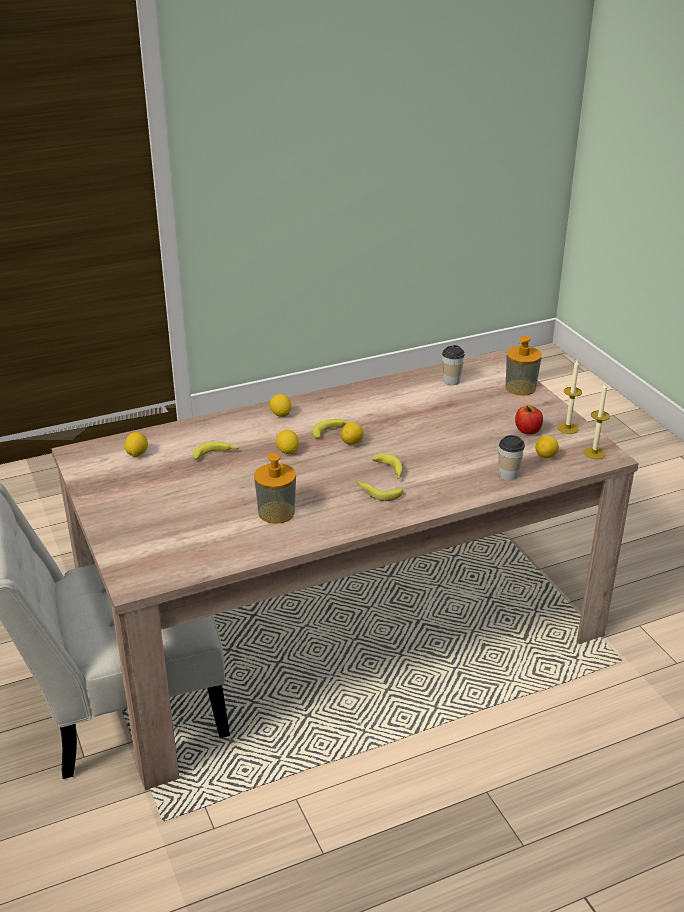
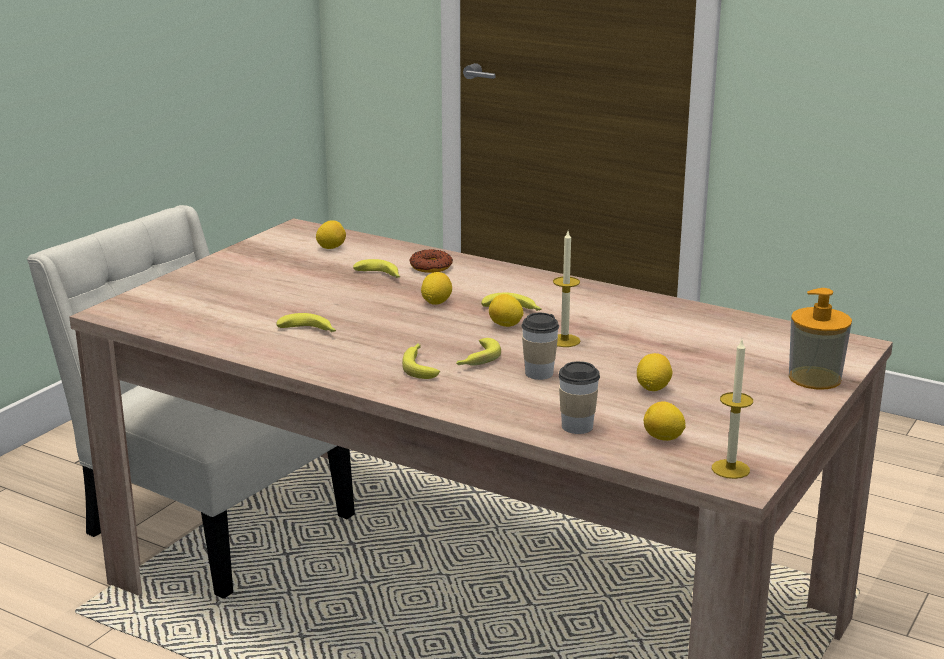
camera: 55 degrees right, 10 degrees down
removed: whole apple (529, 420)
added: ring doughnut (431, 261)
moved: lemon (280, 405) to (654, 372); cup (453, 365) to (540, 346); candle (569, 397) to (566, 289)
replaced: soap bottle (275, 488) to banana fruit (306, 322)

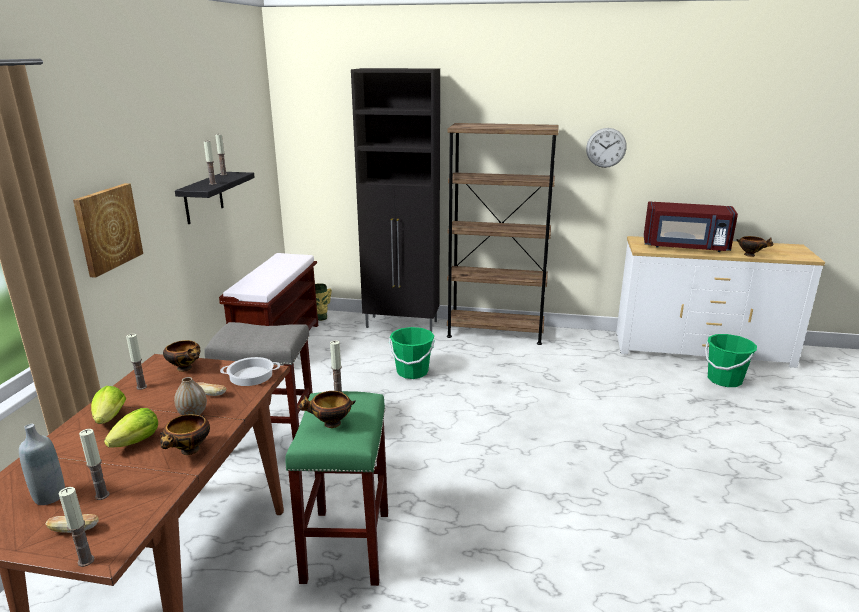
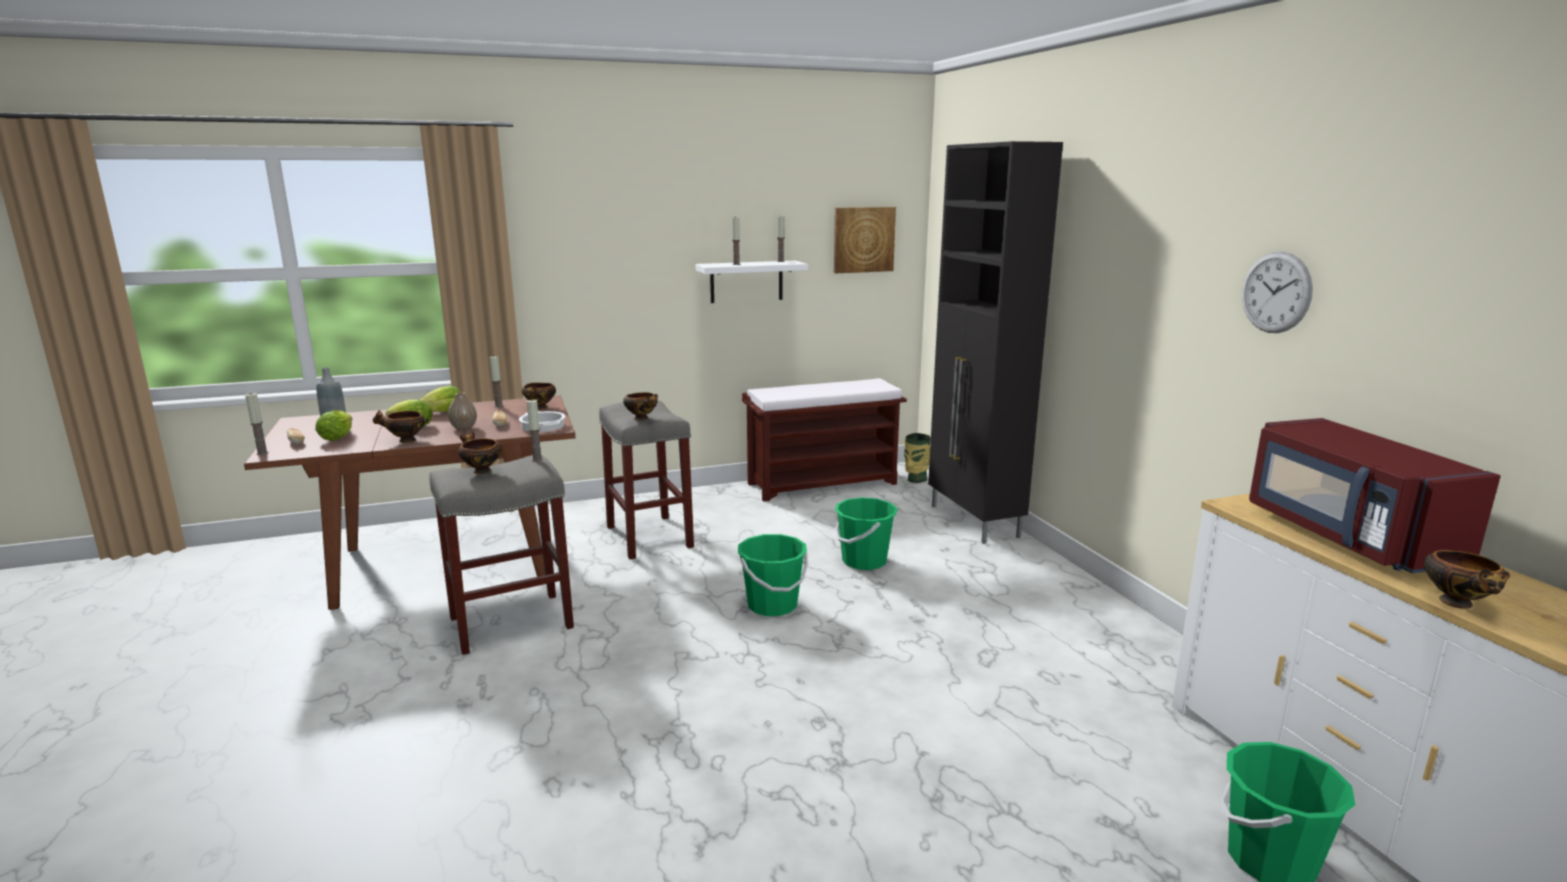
camera: 60 degrees right, 5 degrees down
removed: brown-coloured bookshelf (503, 234)
added: serving bowl (640, 406); greenish pail (773, 575)
moved: picture (108, 230) to (865, 240)
replaced: candle (94, 464) to lettuce (333, 425)
recoloured: blackish bracket shelf (215, 198) to white bracket shelf (752, 282); greenish stool (336, 488) to greyish stool (501, 555)

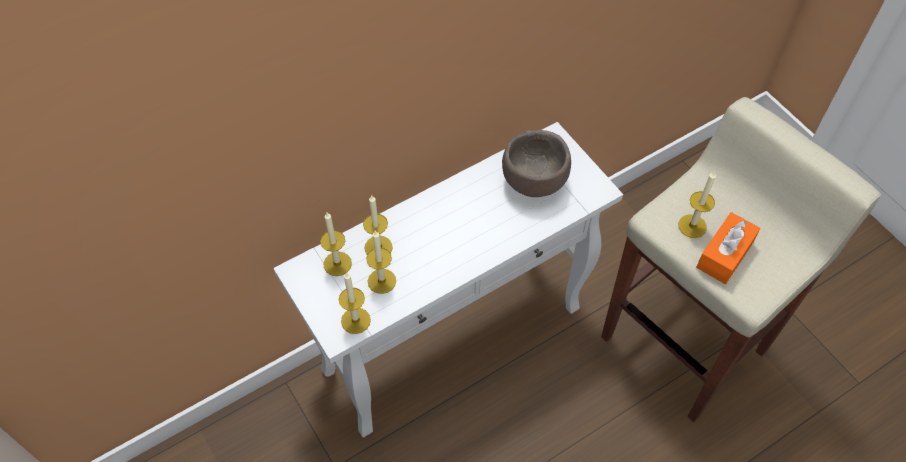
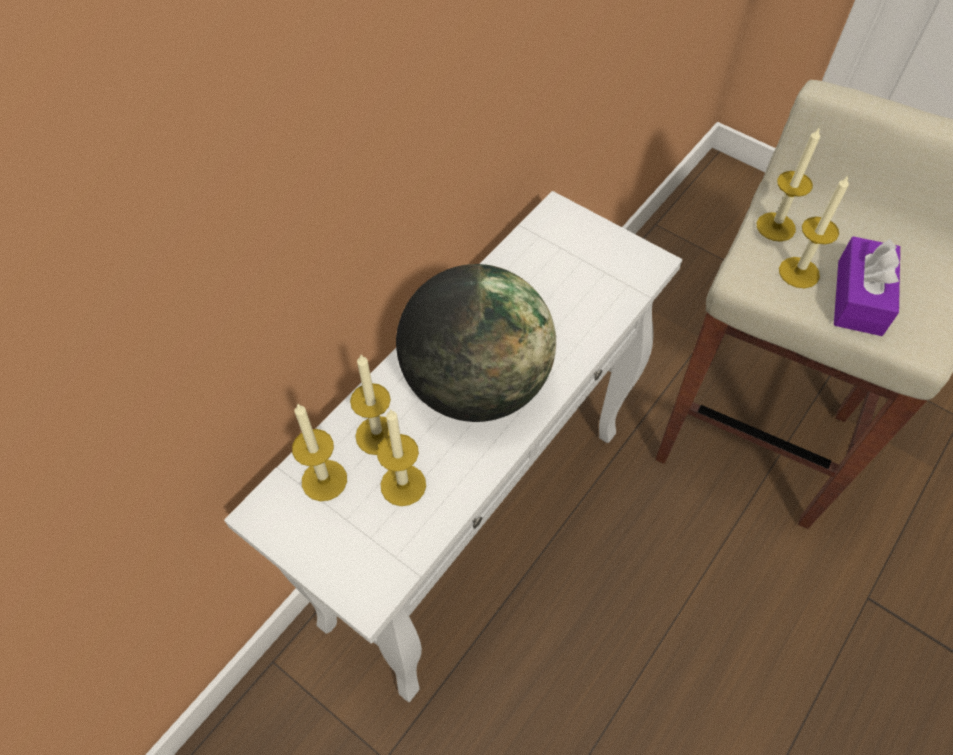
camera: 20 degrees left, 0 degrees up
removed: brown-coloured serving bowl (536, 163)
added: world globe (476, 343)
moved: candle (355, 303) to (788, 184)
recoloured: orangey box of tissues (728, 248) to purple-coloured box of tissues (867, 286)

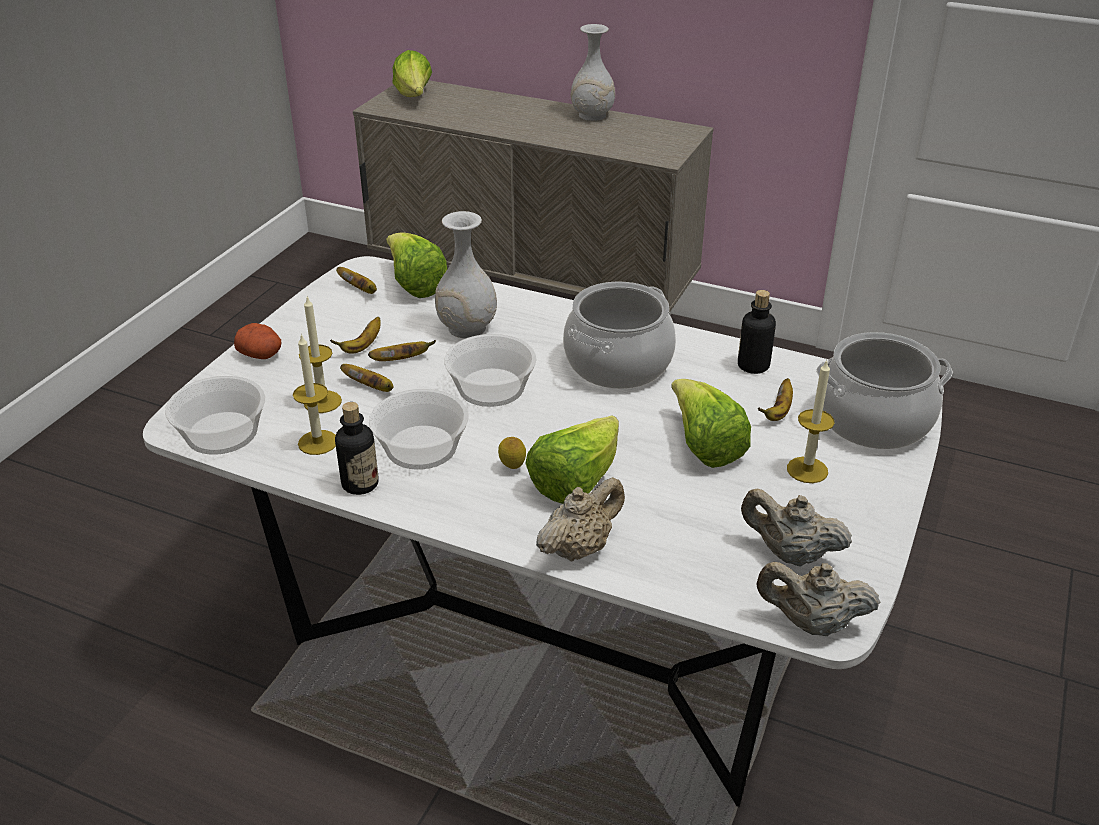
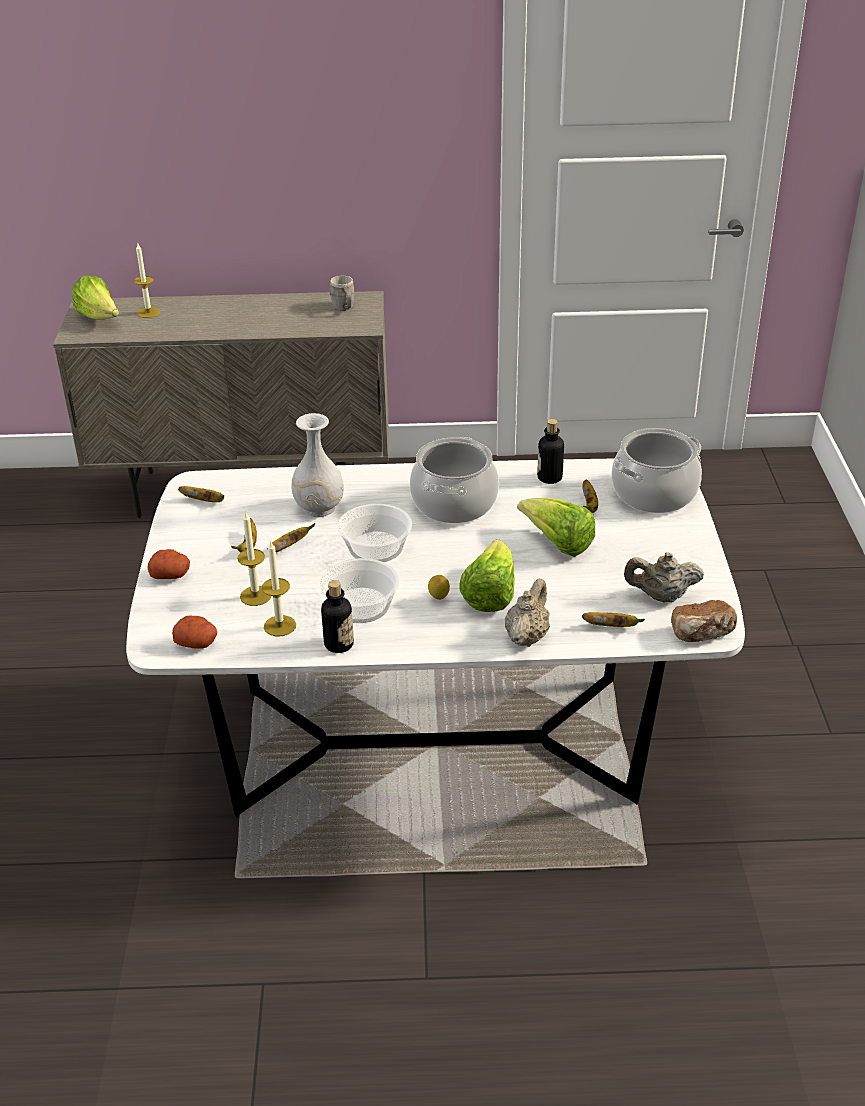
camera: 25 degrees left, 0 degrees up
removed: lettuce (416, 265); white flower vase (592, 72)
added: greyish coffee mug (341, 293)
moved: banana fruit (366, 378) to (613, 619); candle (811, 421) to (147, 281)
replaced: serving bowl (215, 415) to potato (194, 632); beige-coloured teapot (818, 599) to baked bread (704, 621)

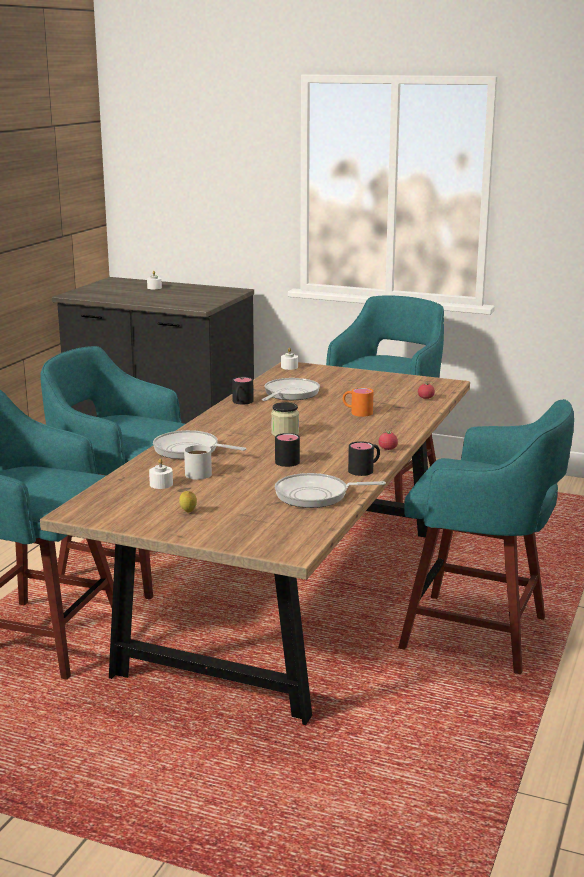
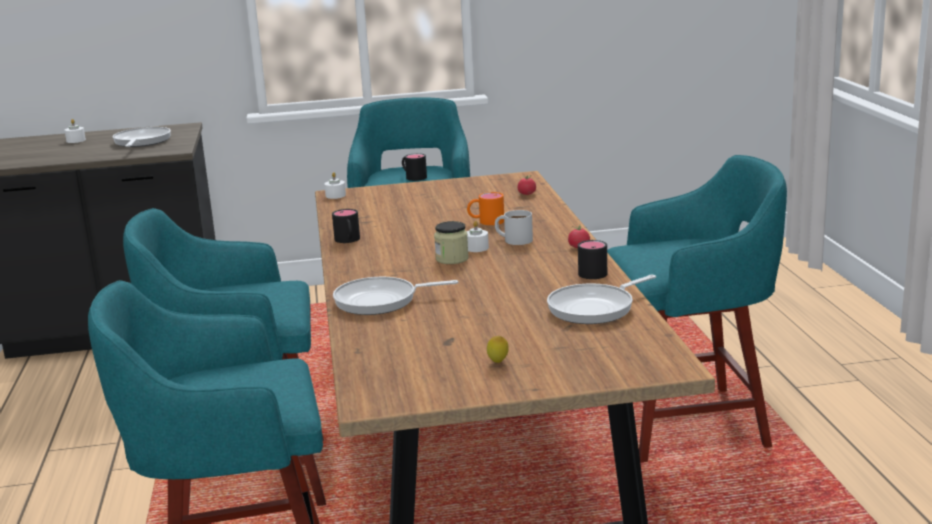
camera: 30 degrees left, 0 degrees up
moved: white candle (161, 473) to (478, 236); white coffee mug (198, 462) to (514, 227); frying pan (291, 389) to (141, 137); blackish coffee mug (287, 450) to (414, 167)

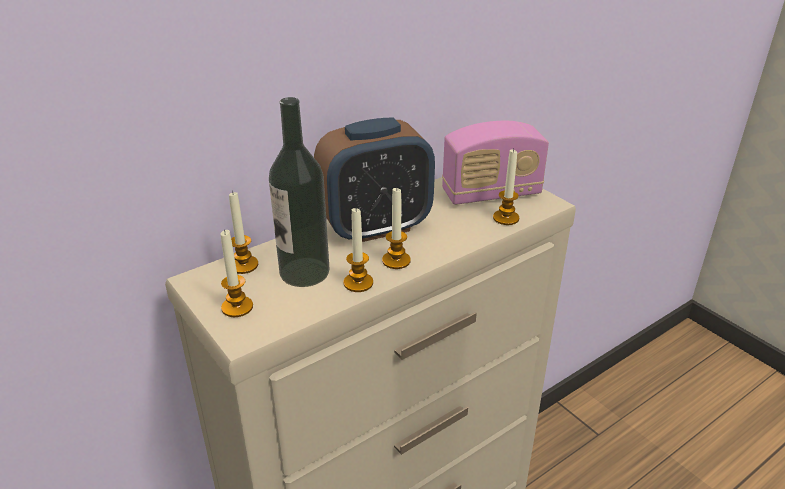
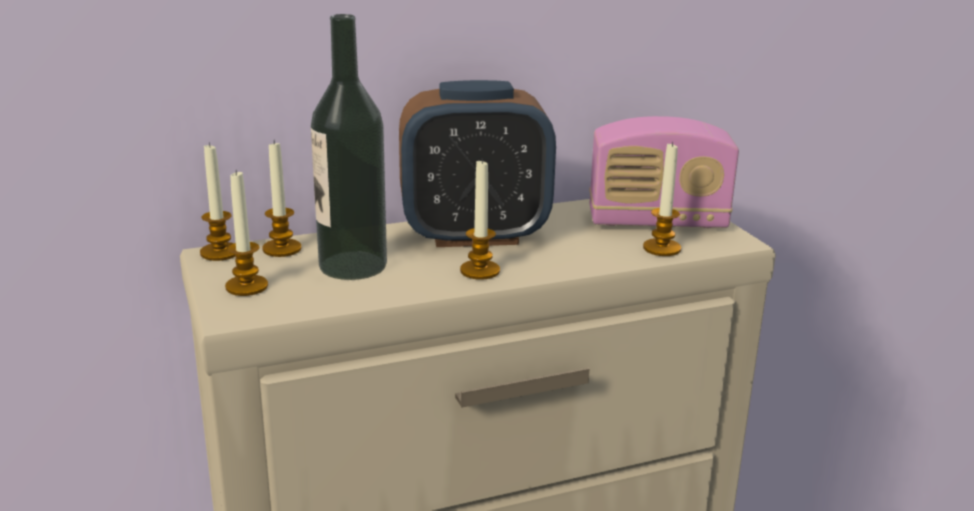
camera: 15 degrees right, 10 degrees down
moved: candle (358, 250) to (217, 201)

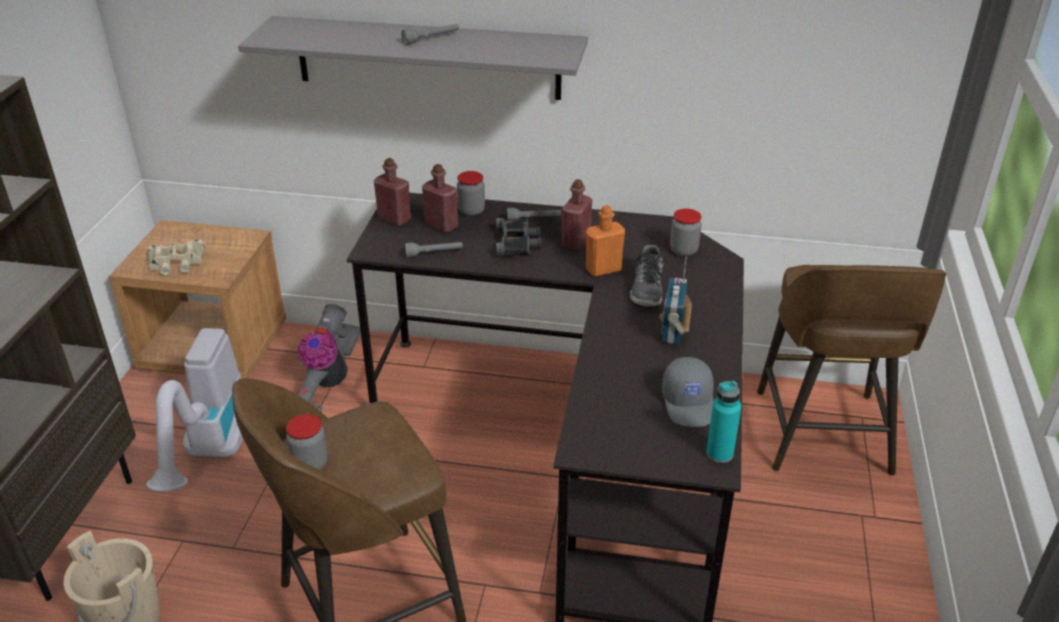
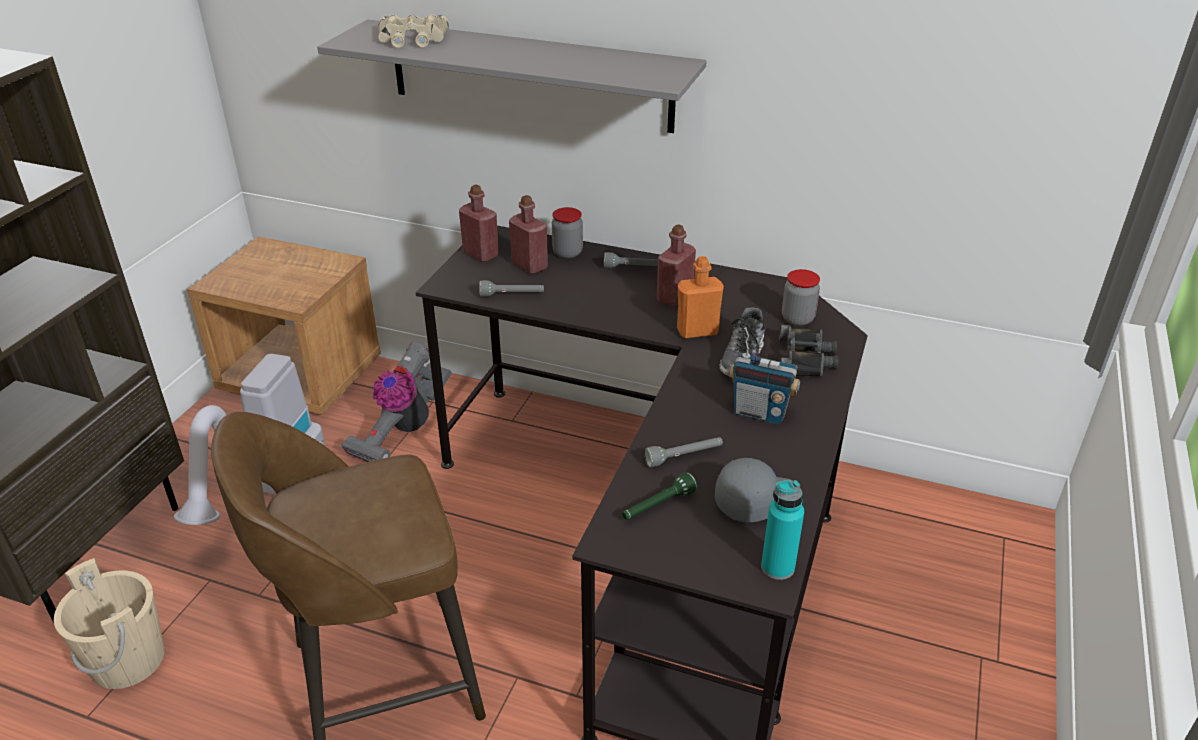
camera: 10 degrees right, 0 degrees up
removed: jar (307, 442); brown-coloured stool (851, 370)
added: greenish flashlight (659, 496)
moved: beige-coloured pair of binoculars (176, 257) to (413, 31); greyish flashlight (430, 34) to (683, 452); blackish pair of binoculars (518, 237) to (809, 351)
turned: radio receiver (675, 300) = (764, 375) 90 degrees counterclockwise; greyish cap (688, 392) = (754, 490) 120 degrees counterclockwise

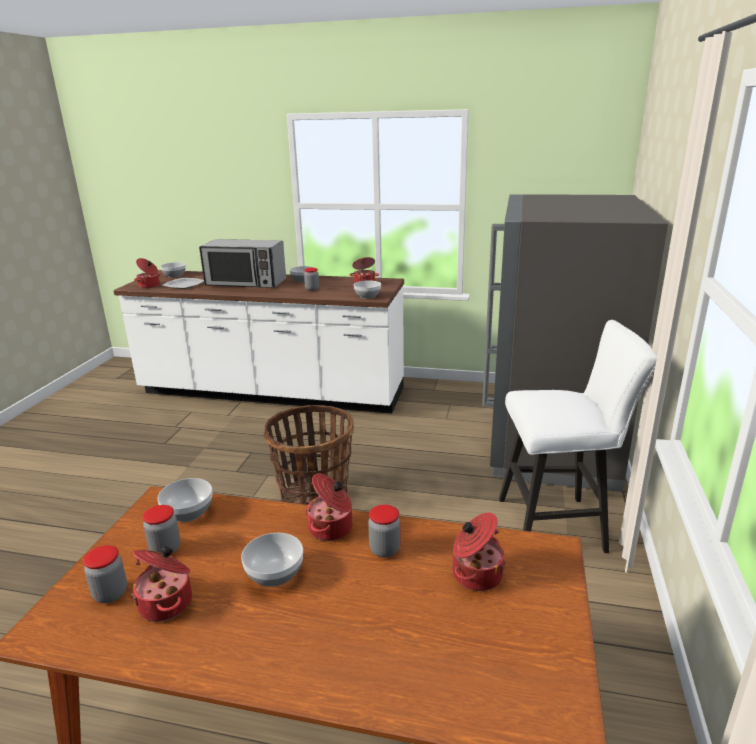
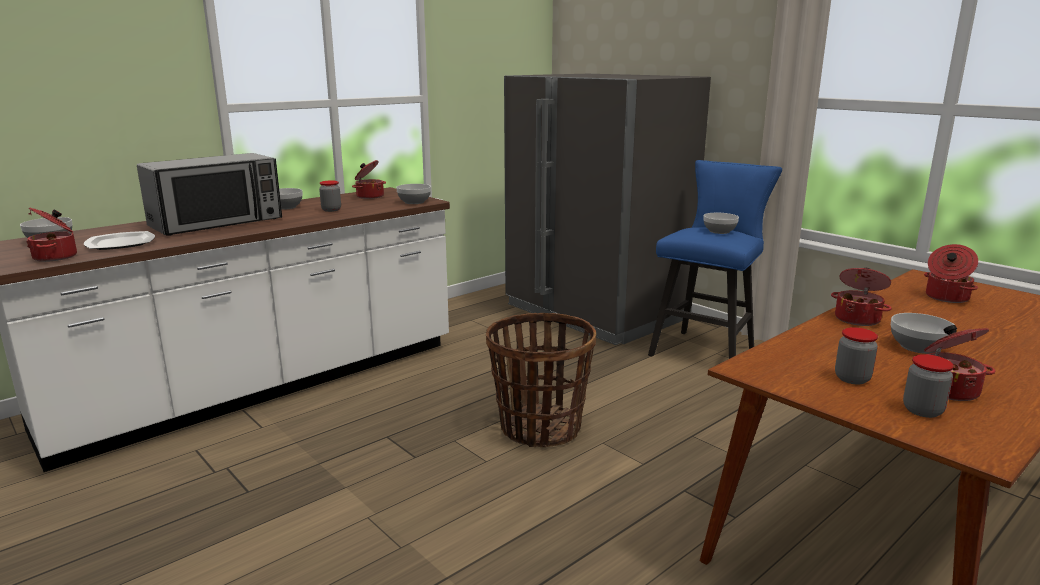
camera: 55 degrees left, 5 degrees down
removed: jar (384, 531)
moved: serving bowl (184, 500) to (721, 223)
recoloured: white stool (578, 436) to bluish stool (715, 259)

